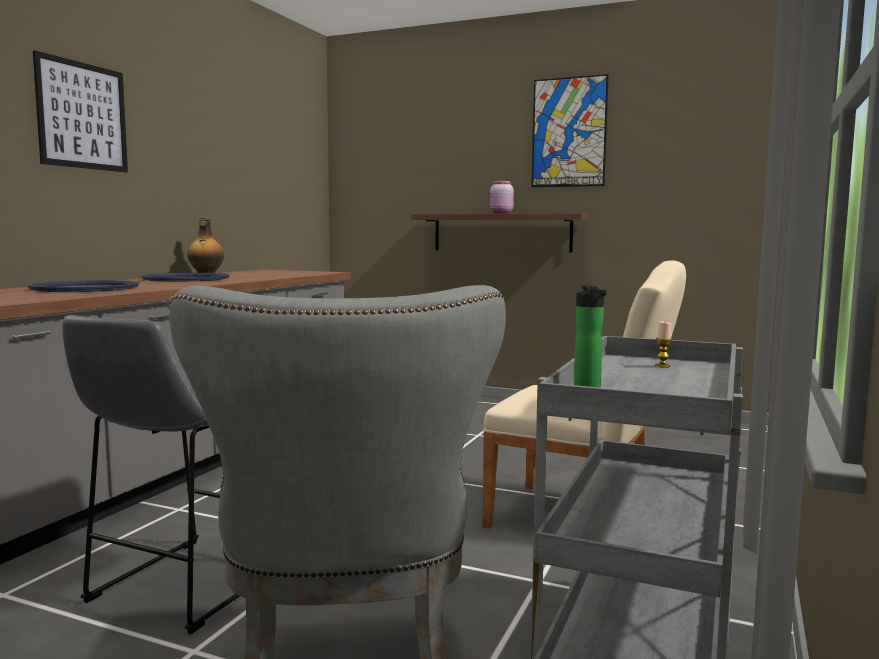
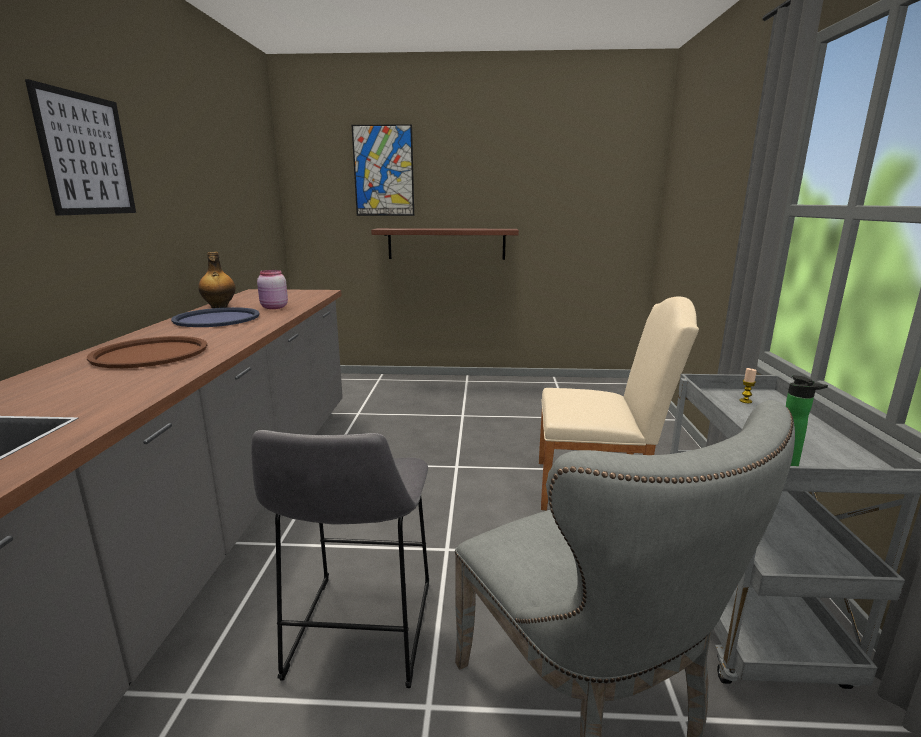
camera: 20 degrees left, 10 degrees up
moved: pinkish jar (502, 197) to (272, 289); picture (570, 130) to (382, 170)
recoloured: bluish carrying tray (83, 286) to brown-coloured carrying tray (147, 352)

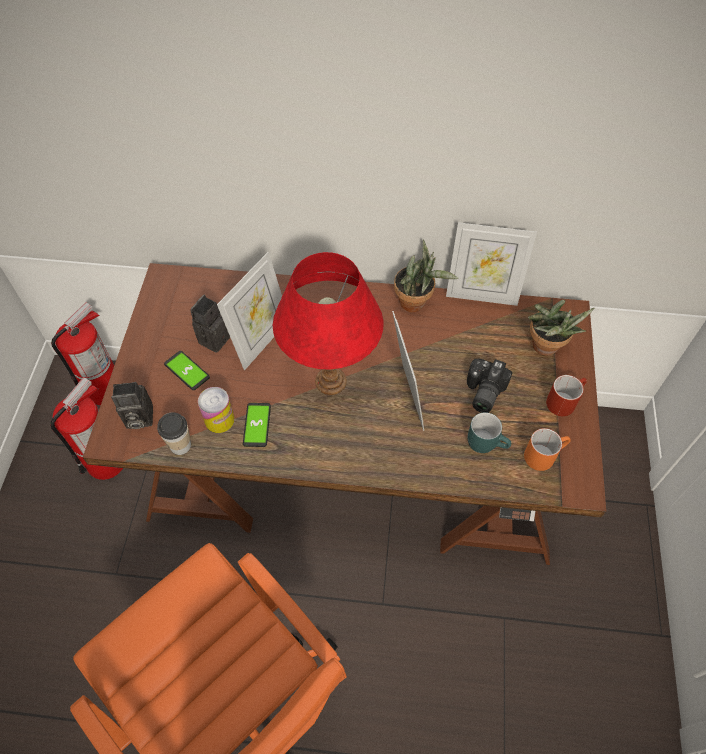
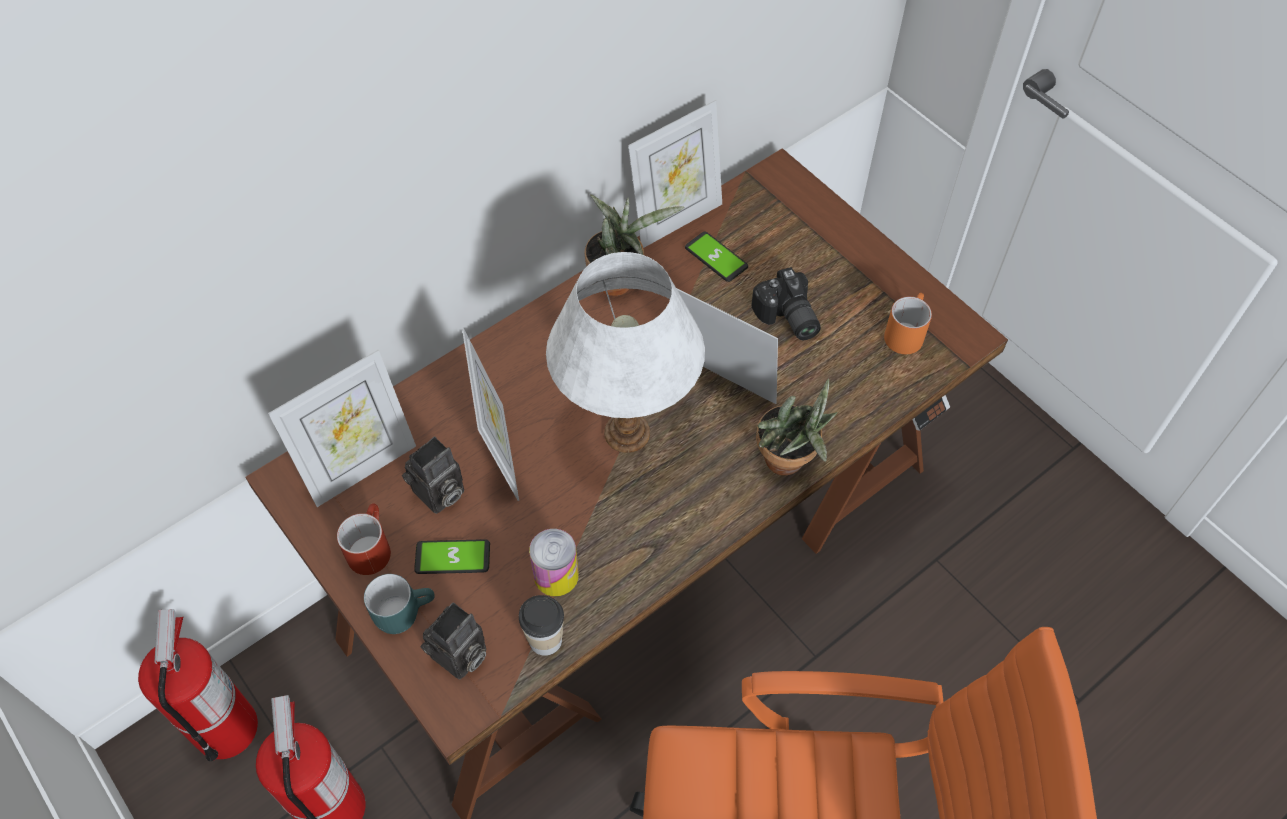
camera: 45 degrees left, 0 degrees up
added: picture frame (342, 428)
moved: phone (257, 425) to (716, 257); turquoise coffee mug (489, 432) to (399, 604); potted plant (561, 328) to (797, 427); red-coloured coffee mug (566, 395) to (364, 539)
recoloured: red-coloured tabletop lamp (328, 323) to white tabletop lamp (625, 352)
turned: still camera (210, 324) = (433, 475) 120 degrees counterclockwise

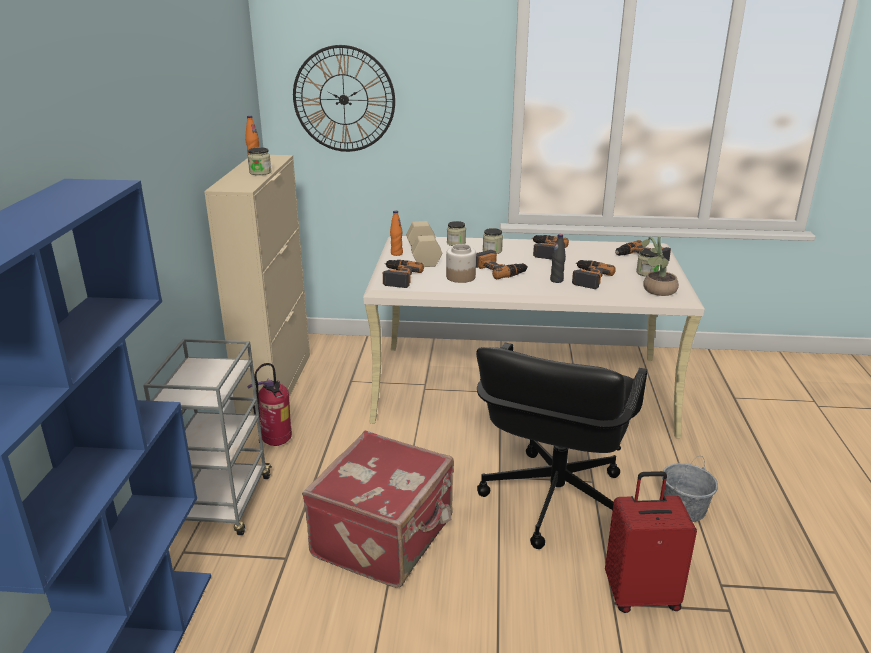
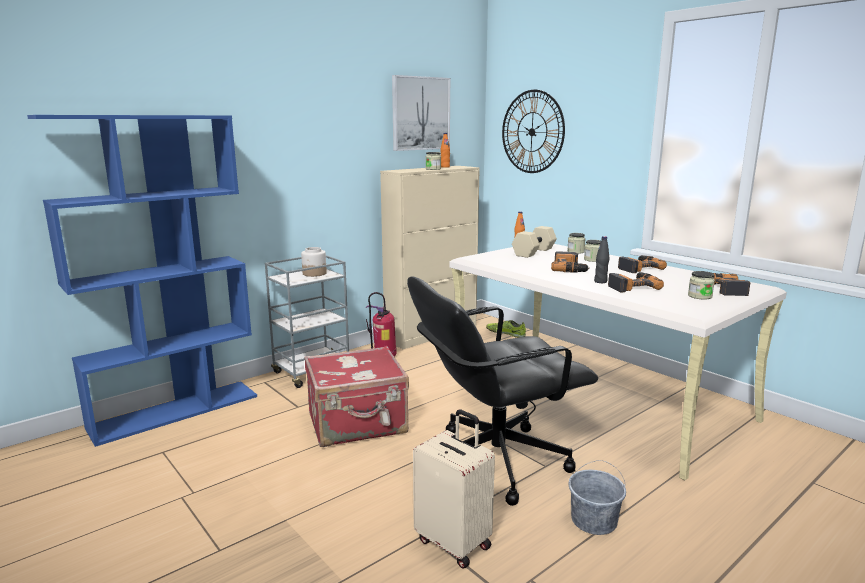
camera: 45 degrees right, 10 degrees down
removed: drill (403, 274); potted plant (660, 266)
added: picture (421, 113); low shoe (506, 329)
moved: jar (461, 263) to (314, 262)
recoloured: red-coloured travel case (651, 542) to beige-coloured travel case (454, 488)

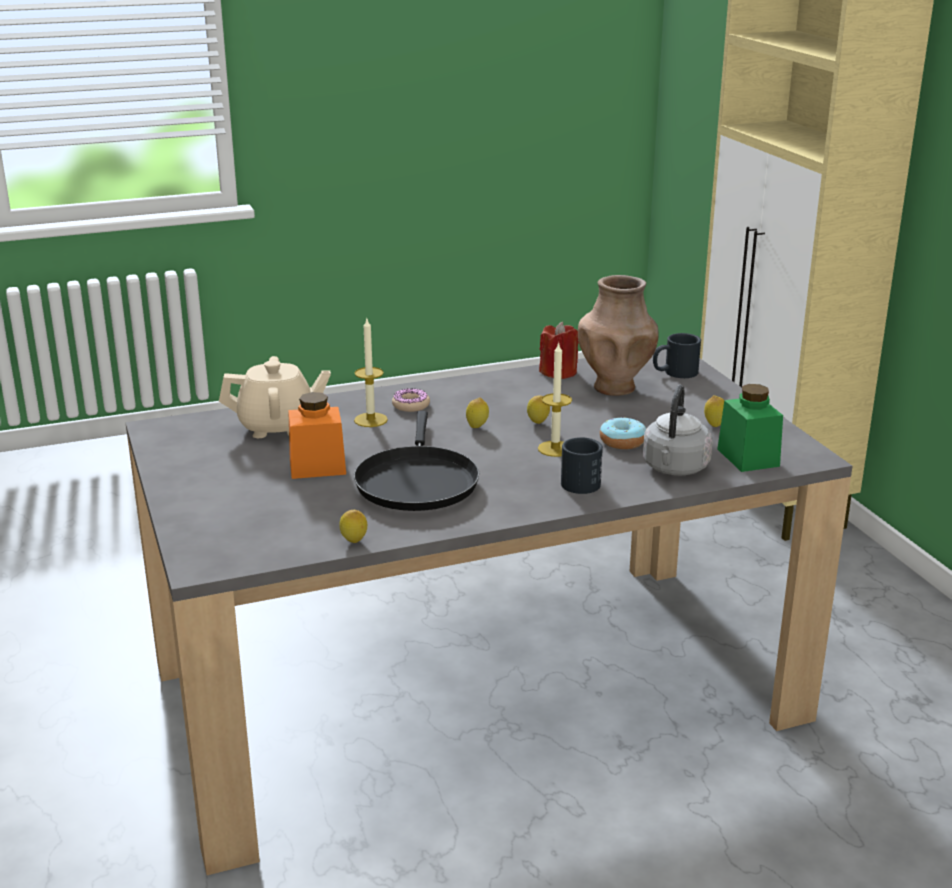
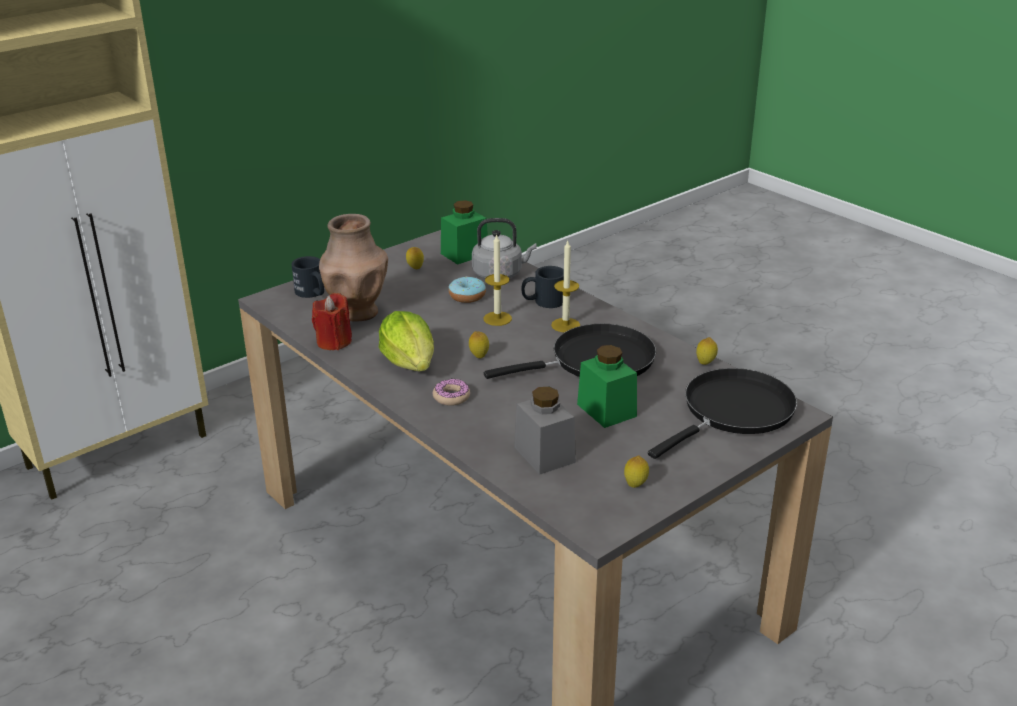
camera: 110 degrees left, 5 degrees up
added: lettuce (406, 341); blackish frying pan (722, 413)
moved: candle (371, 373) to (565, 285); lemon (538, 409) to (636, 472)
replaced: beige-coloured teapot (275, 397) to greyish jar (545, 431)
recoloured: orangey jar (317, 435) to greenish jar (607, 386)

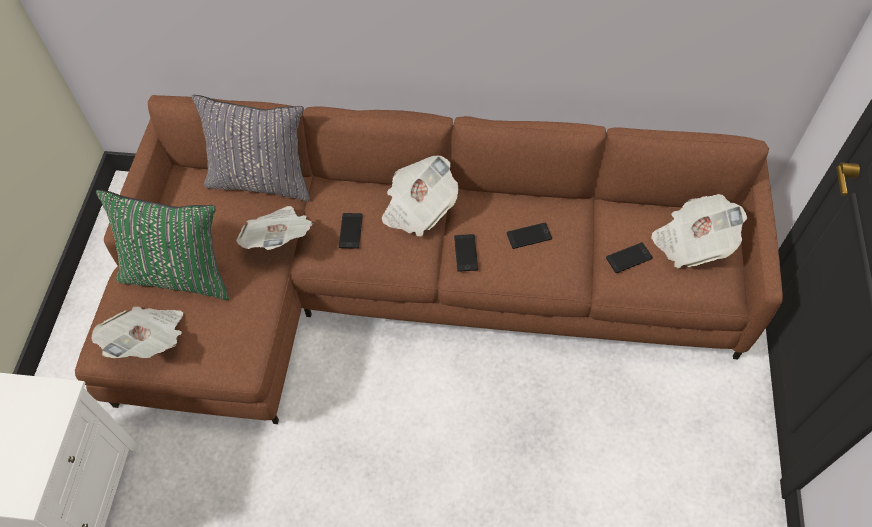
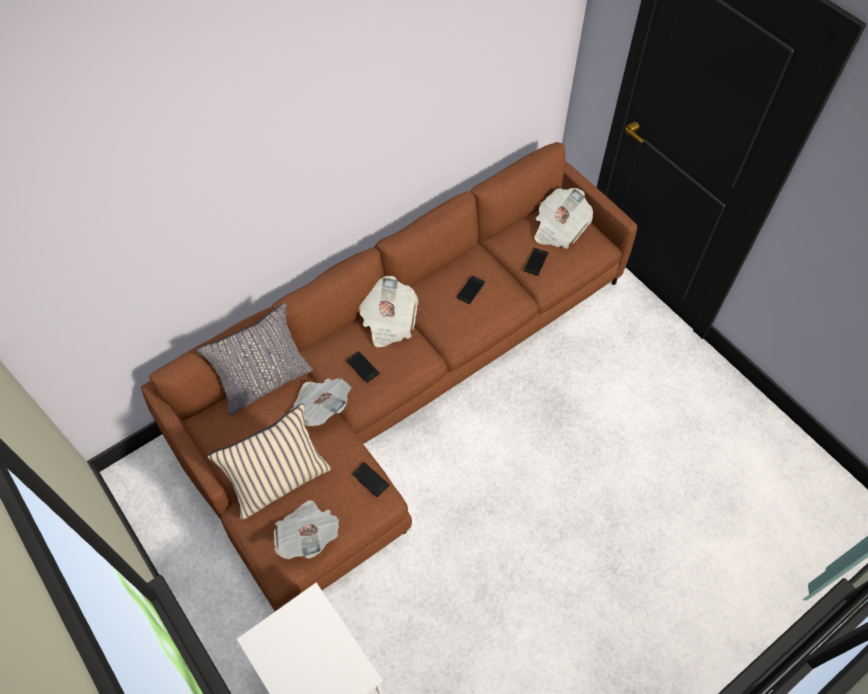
camera: 45 degrees left, 0 degrees up
moved: phone (466, 253) to (370, 479)
recoloured: greenish pillow (162, 245) to beige-coloured pillow (270, 461)

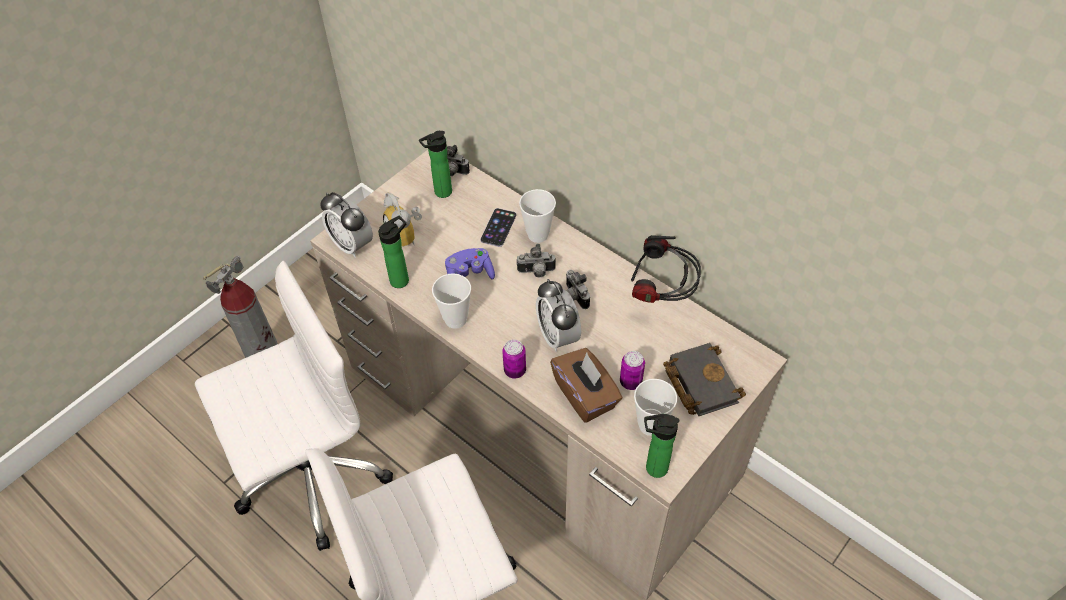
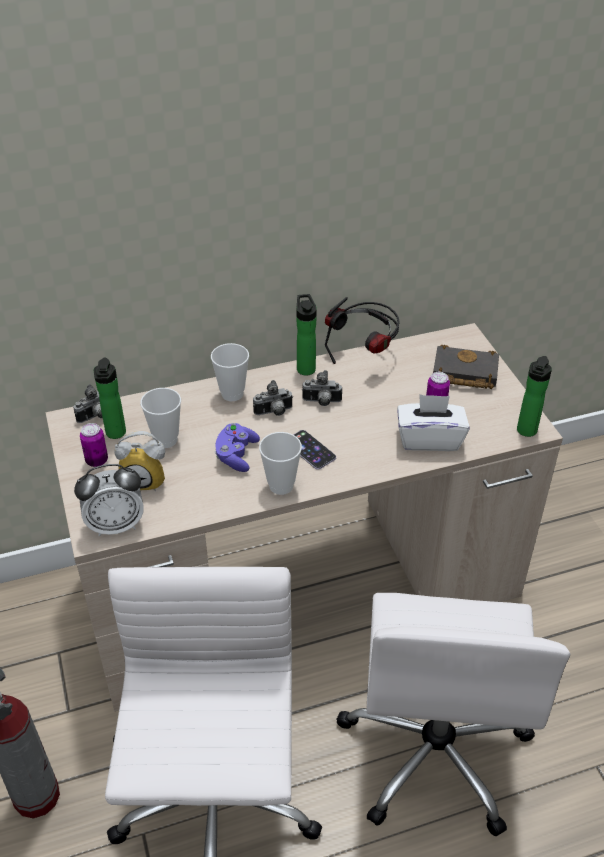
camera: 60 degrees left, 10 degrees down
removed: table clock (558, 315)
moved: beverage bottle (393, 252) to (307, 335); phone (498, 227) to (314, 450); metal can (514, 359) to (94, 445); cup (655, 407) to (160, 418)
recoloured: brown-coloured box of tissues (586, 385) to white box of tissues (433, 422)
turned: still camera (536, 260) = (273, 398) 45 degrees clockwise

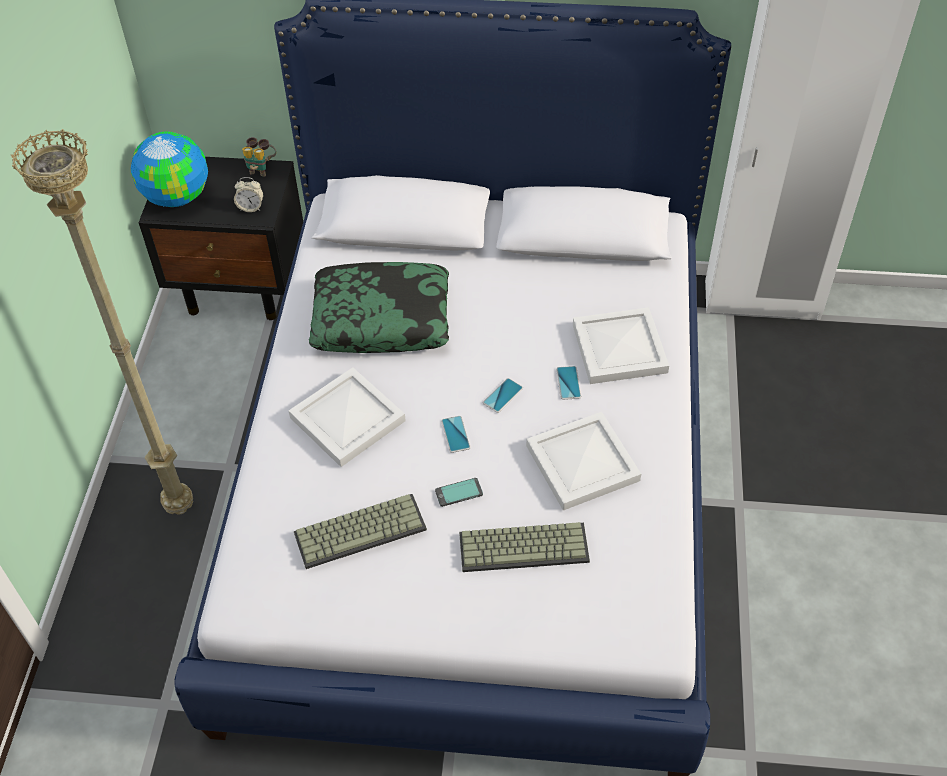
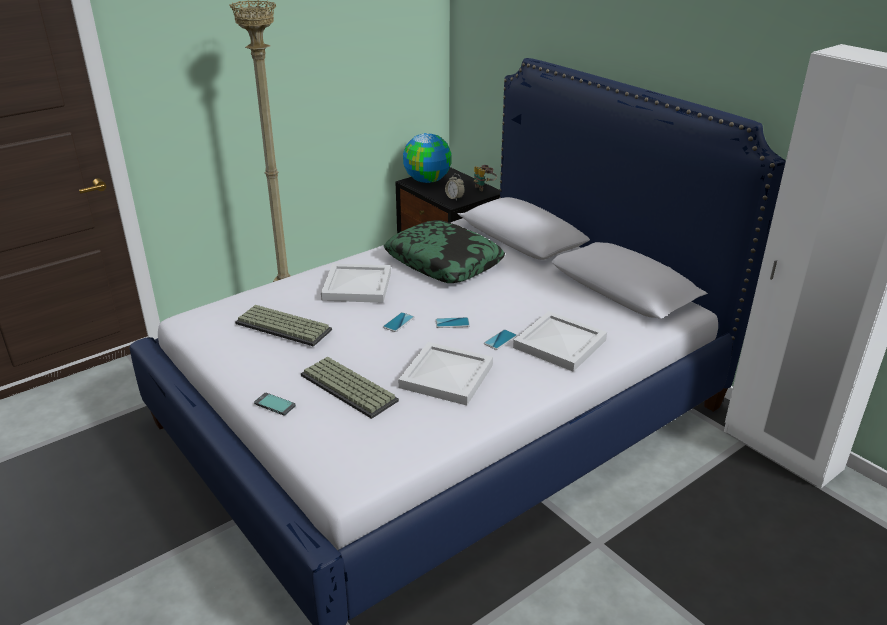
camera: 45 degrees right, 20 degrees down
moved: phone (459, 492) to (275, 404)

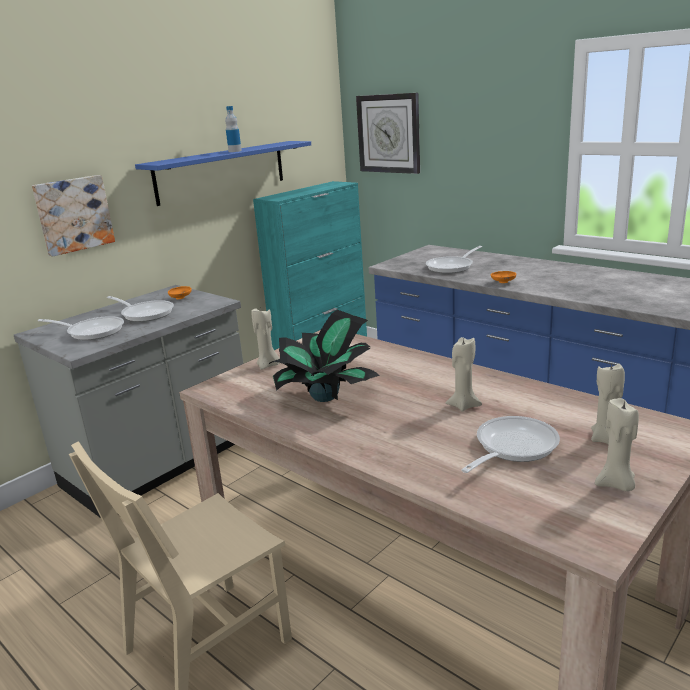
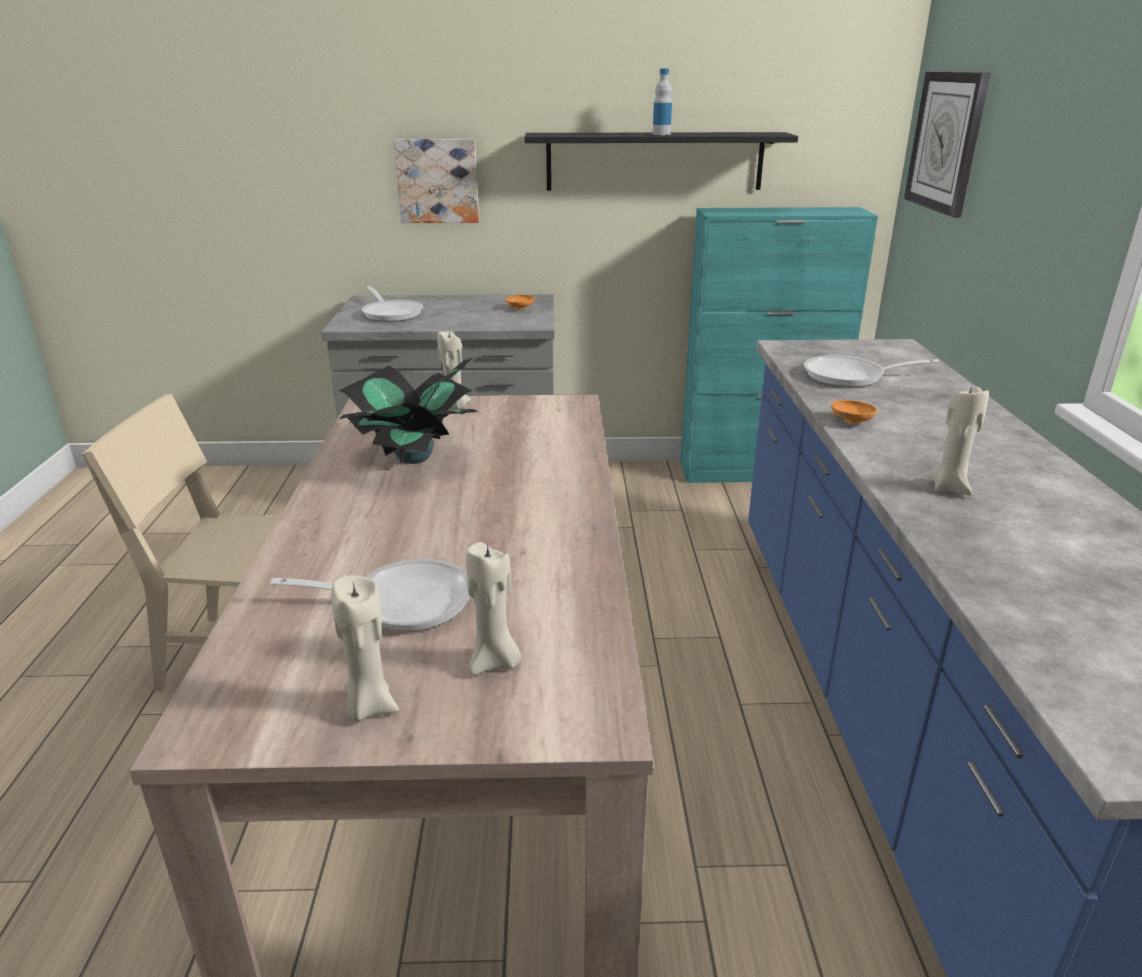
camera: 45 degrees right, 5 degrees up
removed: frying pan (140, 309)
moved: beige-coloured candle (464, 374) to (958, 439)
recoloured: bluish bracket shelf (223, 173) to blackish bracket shelf (661, 161)

